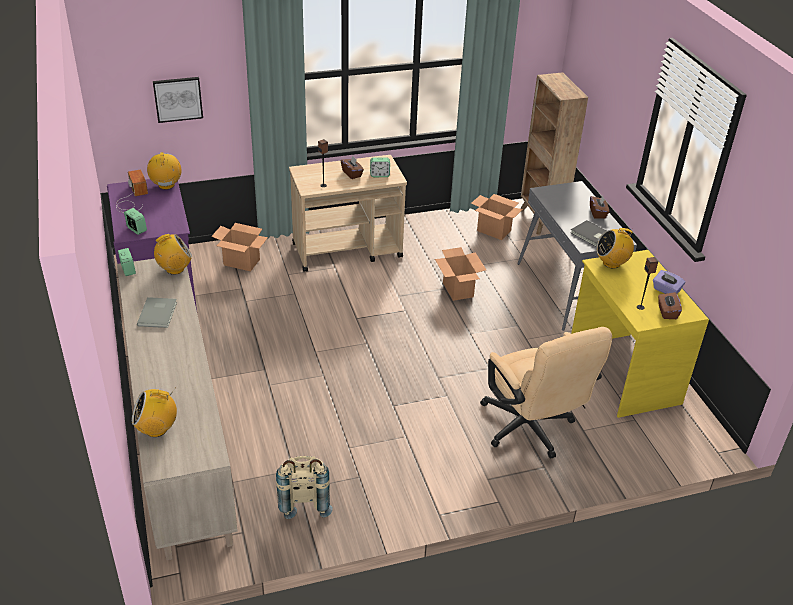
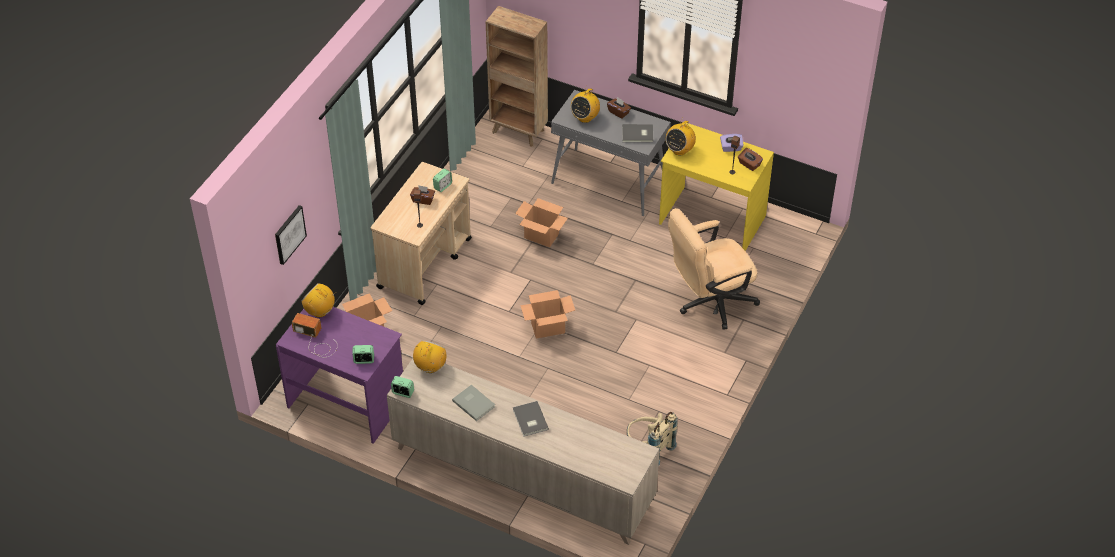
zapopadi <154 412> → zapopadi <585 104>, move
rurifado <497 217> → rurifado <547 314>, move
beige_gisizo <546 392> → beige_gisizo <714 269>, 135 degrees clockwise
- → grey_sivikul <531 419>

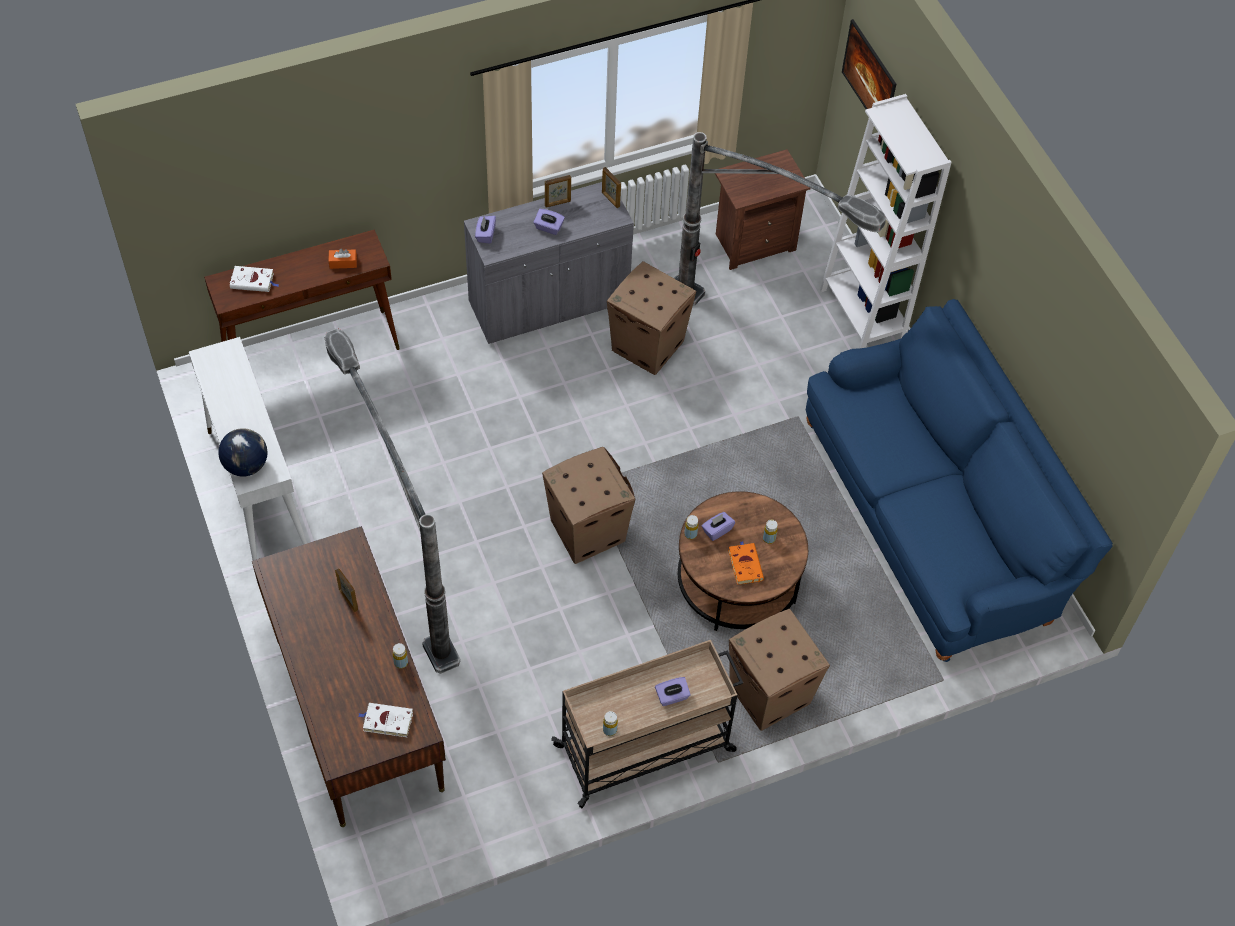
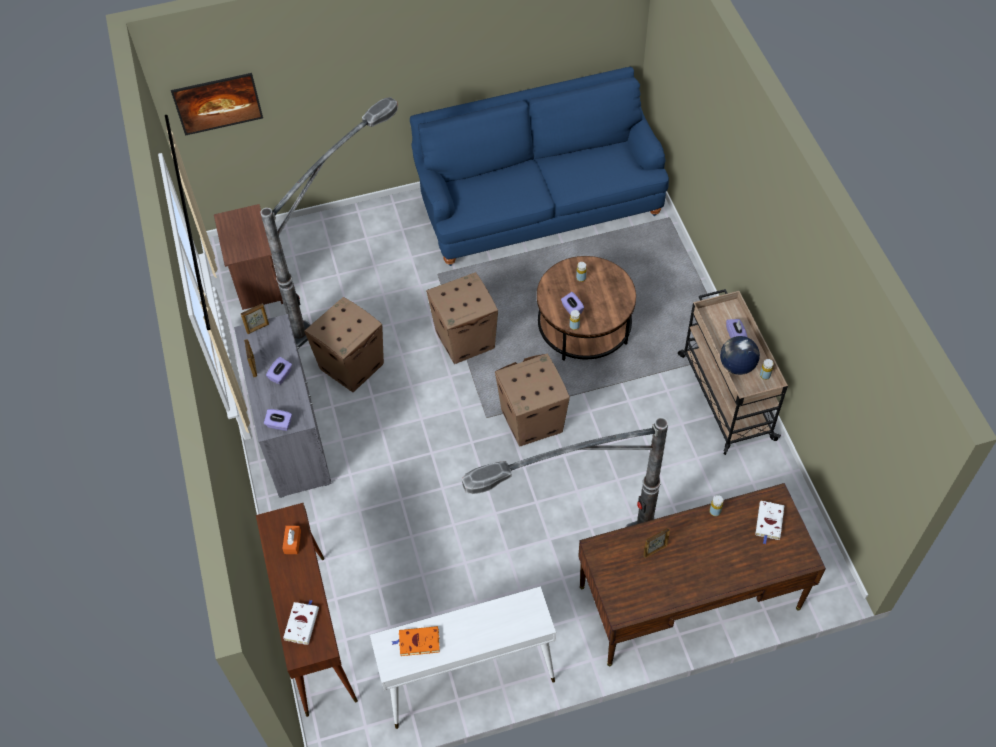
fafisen <242 452> → fafisen <740 355>, move
orange_sivikul <746 563> → orange_sivikul <416 641>, move
rurifado <779 669> → rurifado <462 318>, move
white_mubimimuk <885 221> → -

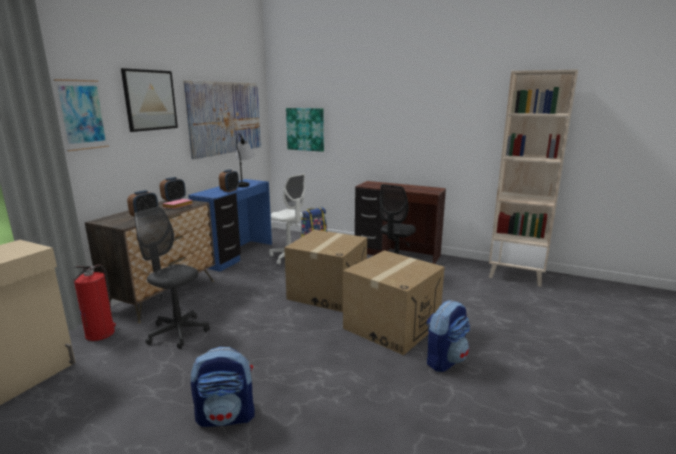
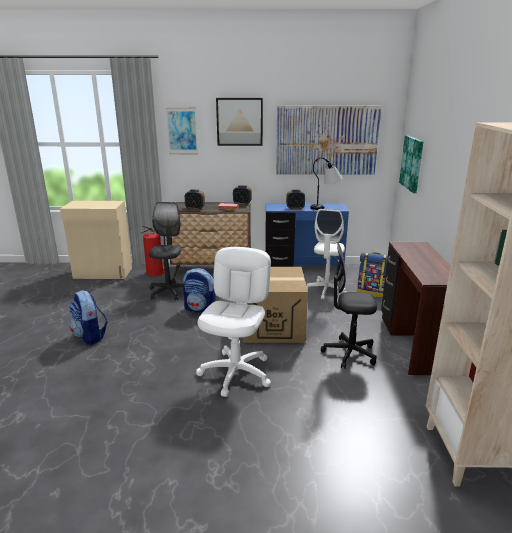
rurifado <394 302> → white_gisizo <233 322>
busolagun <448 336> → busolagun <199 290>, move

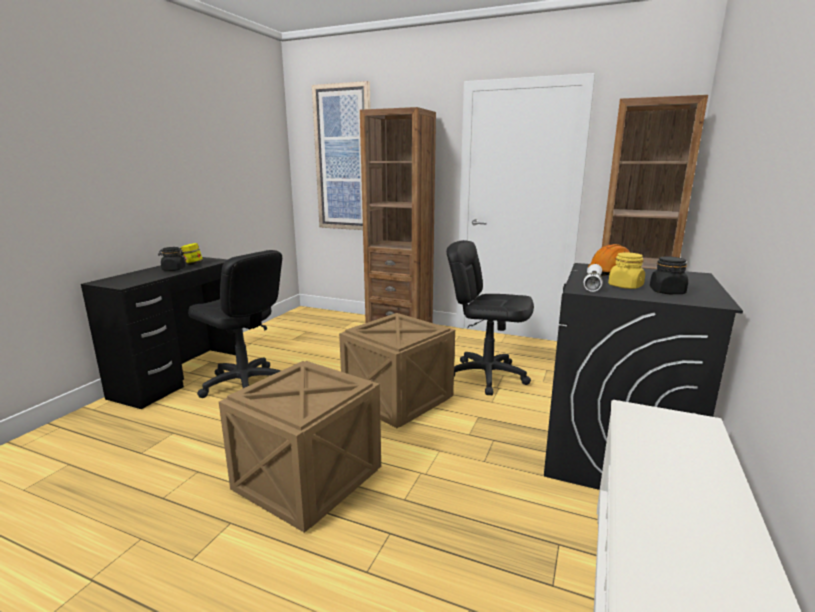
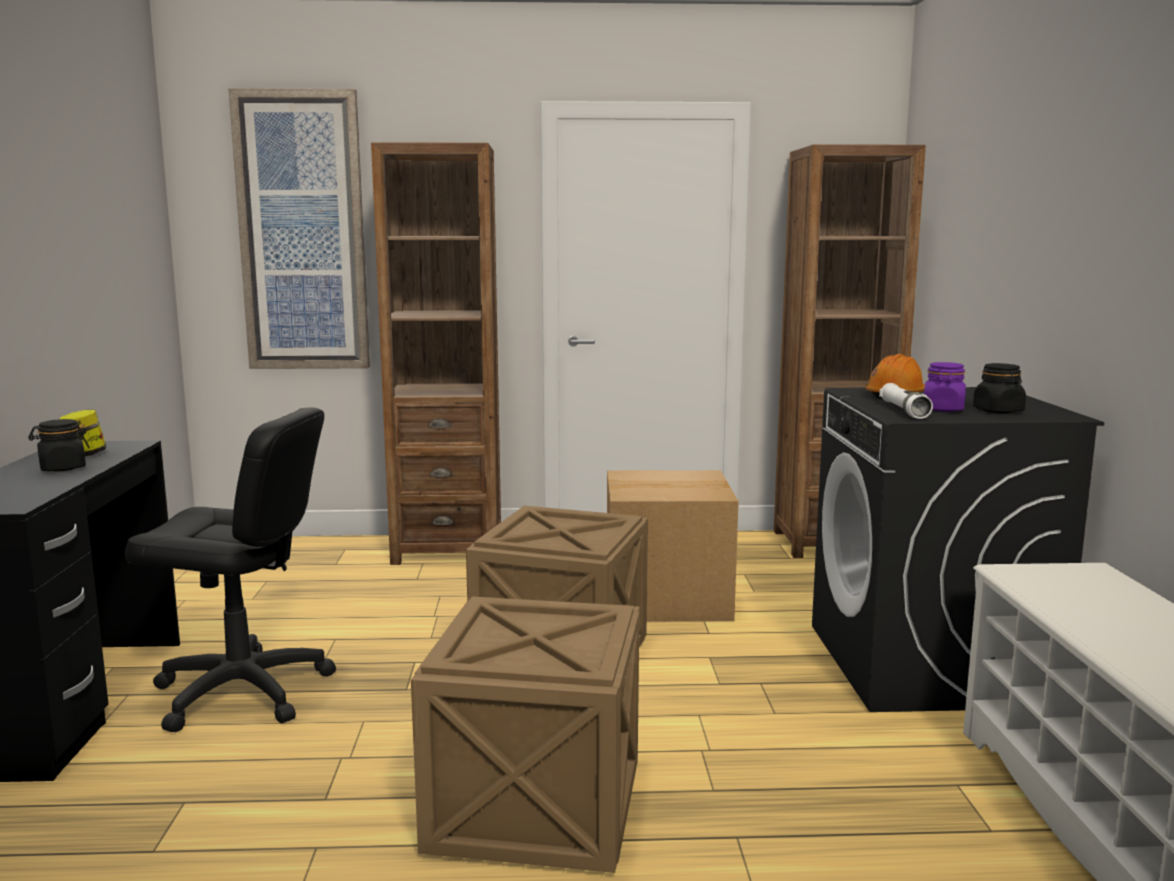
black_gisizo <490 317> → rurifado <673 546>
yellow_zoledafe <626 270> → purple_zoledafe <945 387>

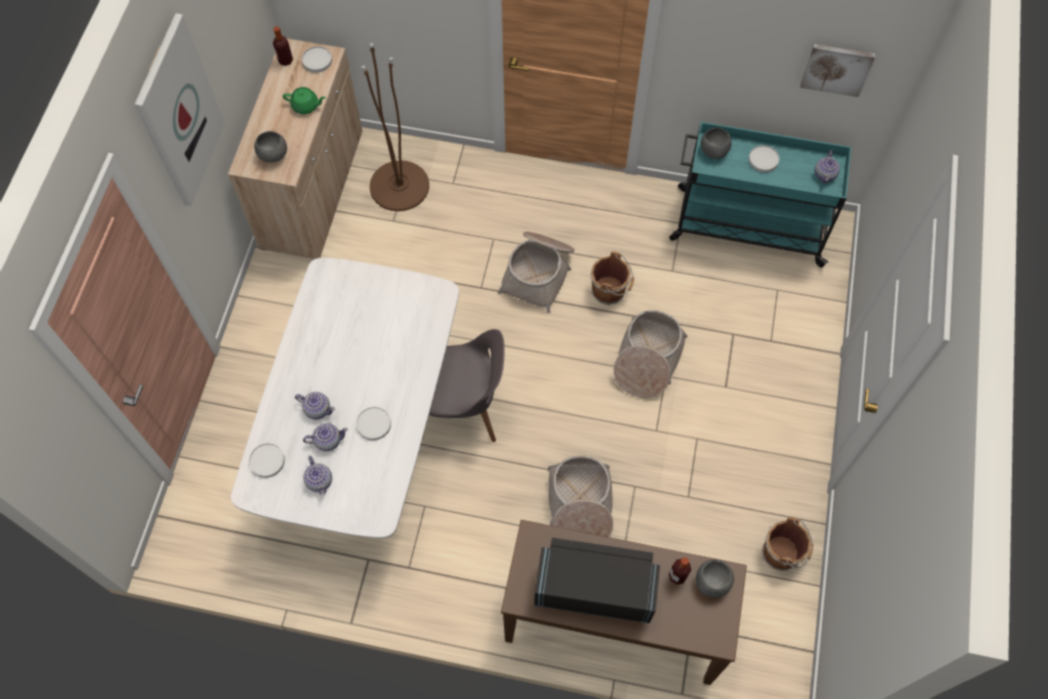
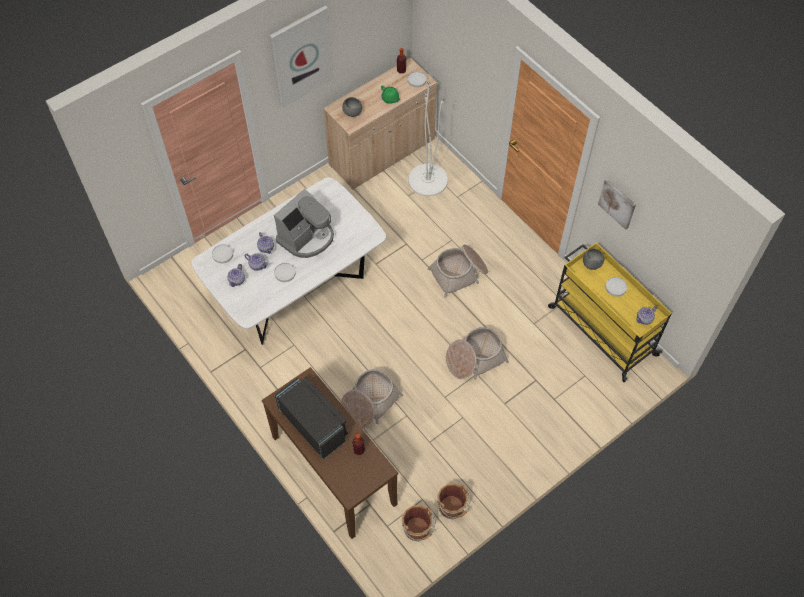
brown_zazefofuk <395 127> → white_zazefofuk <428 138>
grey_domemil <464 385> → -
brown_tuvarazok <612 278> → brown_tuvarazok <418 523>, move
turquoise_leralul <760 194> → yellow_leralul <610 312>
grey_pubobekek <715 578> → -
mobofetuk <837 70> → mobofetuk <617 204>, move
- → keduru <304 223>

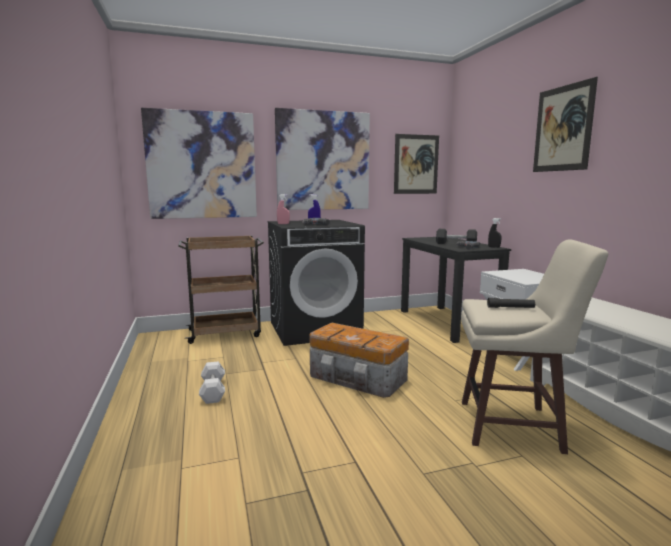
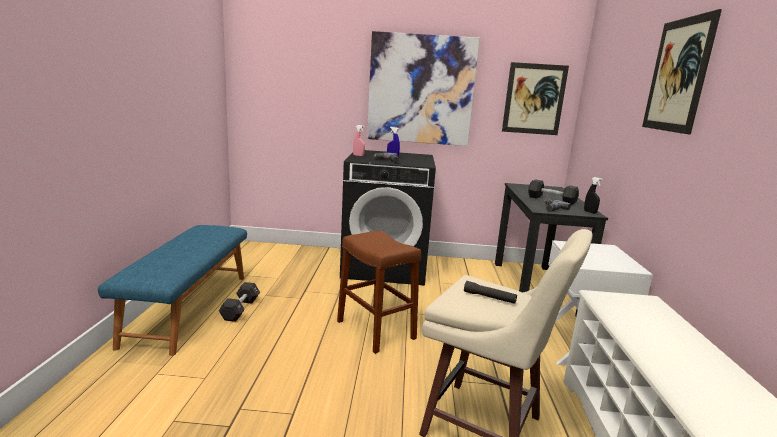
mobofetuk <199 163> → -
brown_leralul <221 290> → -
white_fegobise <212 382> → black_fegobise <239 302>
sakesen <359 360> → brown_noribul <379 292>
- → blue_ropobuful <172 290>

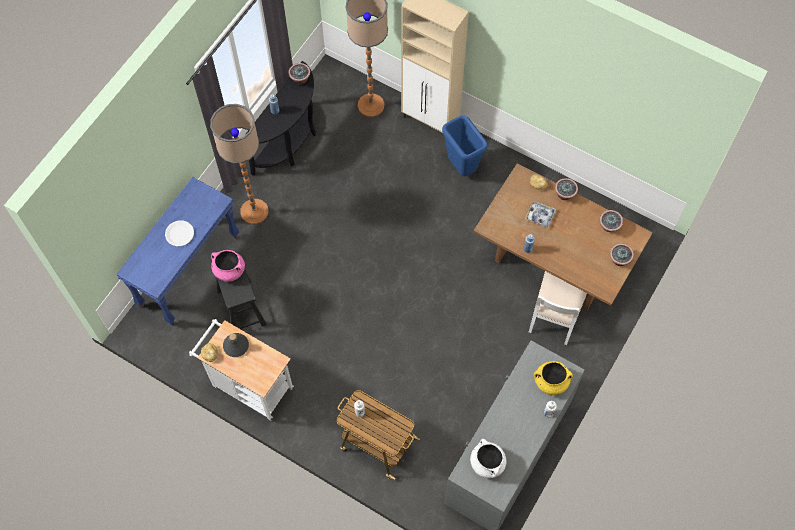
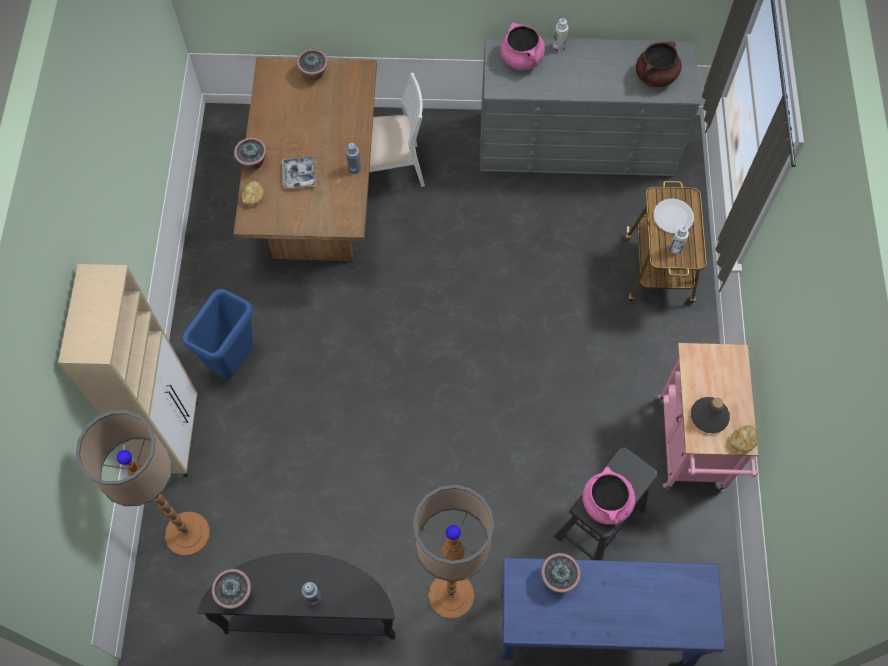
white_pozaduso <179 233> → white_pozaduso <673 216>, move
white_leralul <241 370> → pink_leralul <707 417>
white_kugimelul <488 458> → brown_kugimelul <659 64>
yellow_kugimelul <553 378> → pink_kugimelul <522 46>
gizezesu <611 221> → gizezesu <561 573>, move

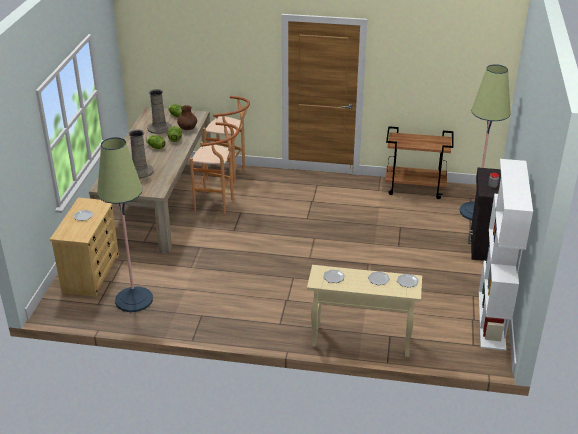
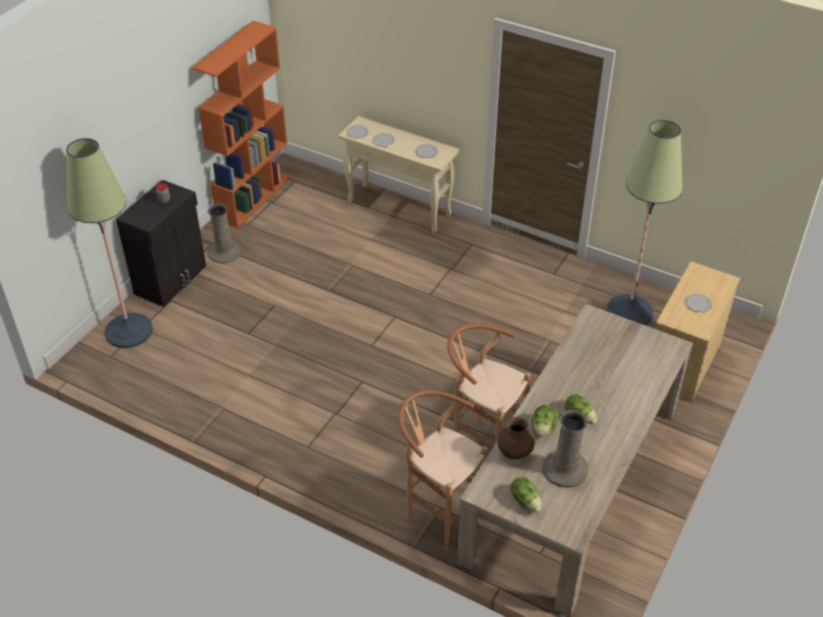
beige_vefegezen <141 154> → beige_vefegezen <225 233>, move
brown_leralul <419 162> → -
white_mubimimuk <506 255> → orange_mubimimuk <241 124>

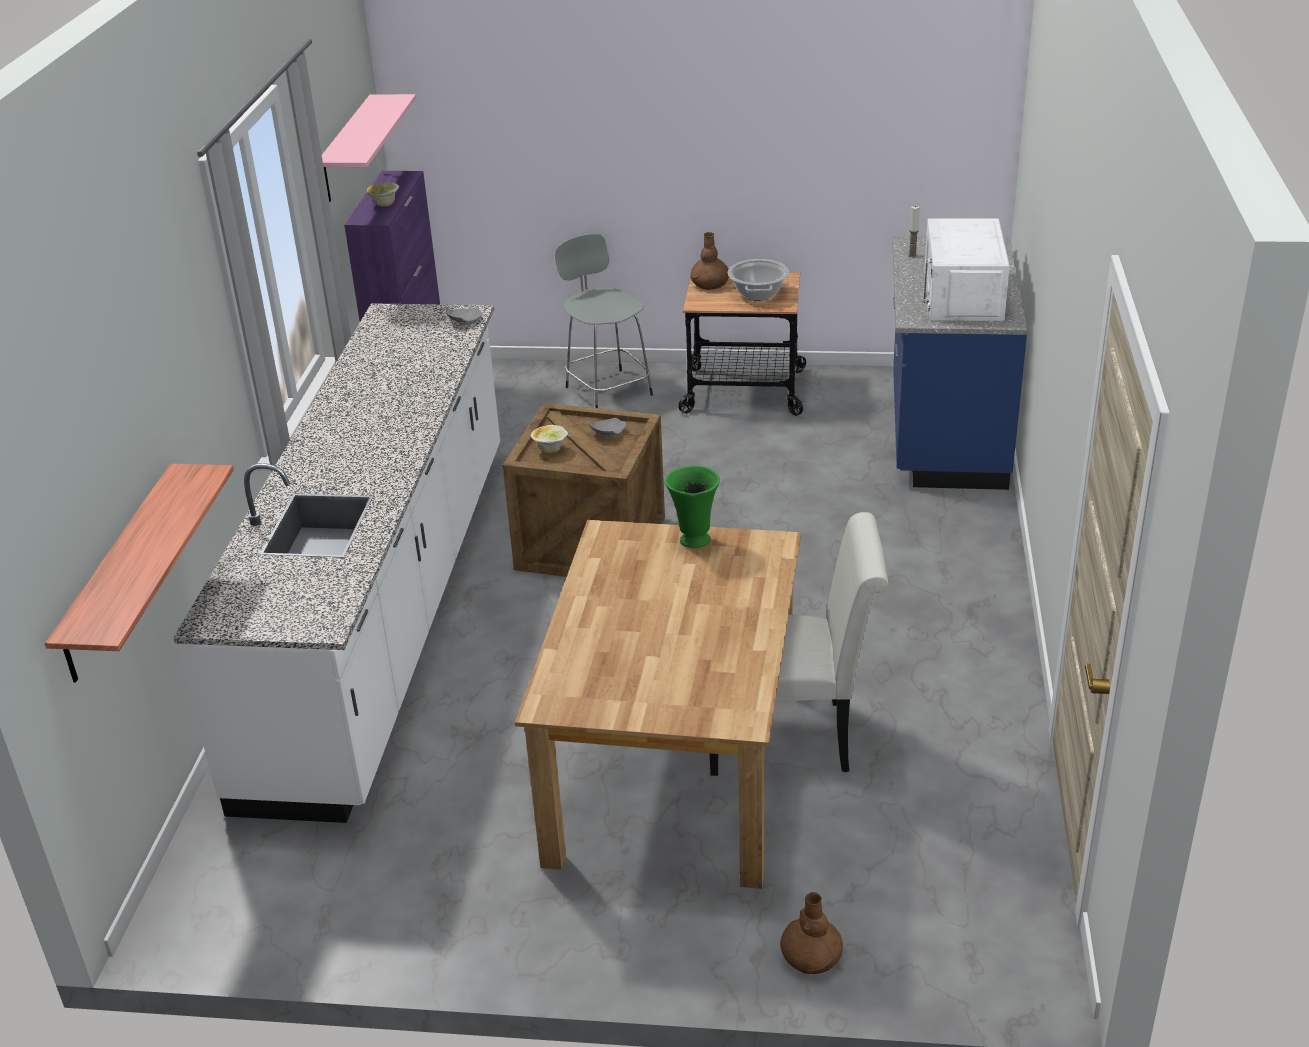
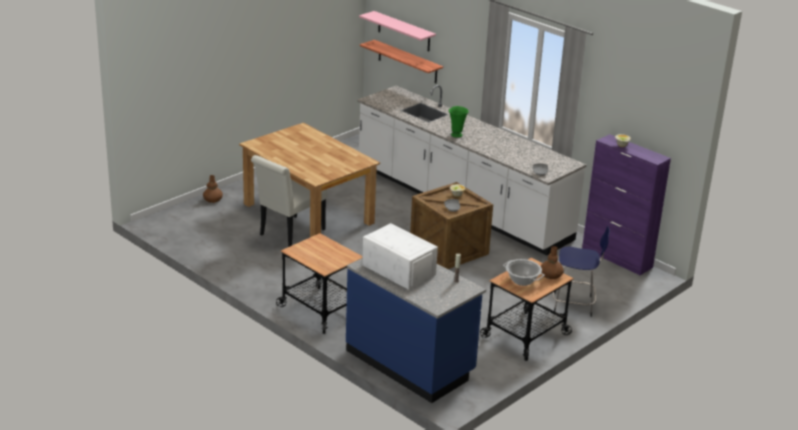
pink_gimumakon <369 148> → pink_gimumakon <397 31>, move
grey_noribul <604 321> → blue_noribul <581 271>
green_vefegezen <692 507> → green_vefegezen <459 122>, move
- → leralul <319 283>

